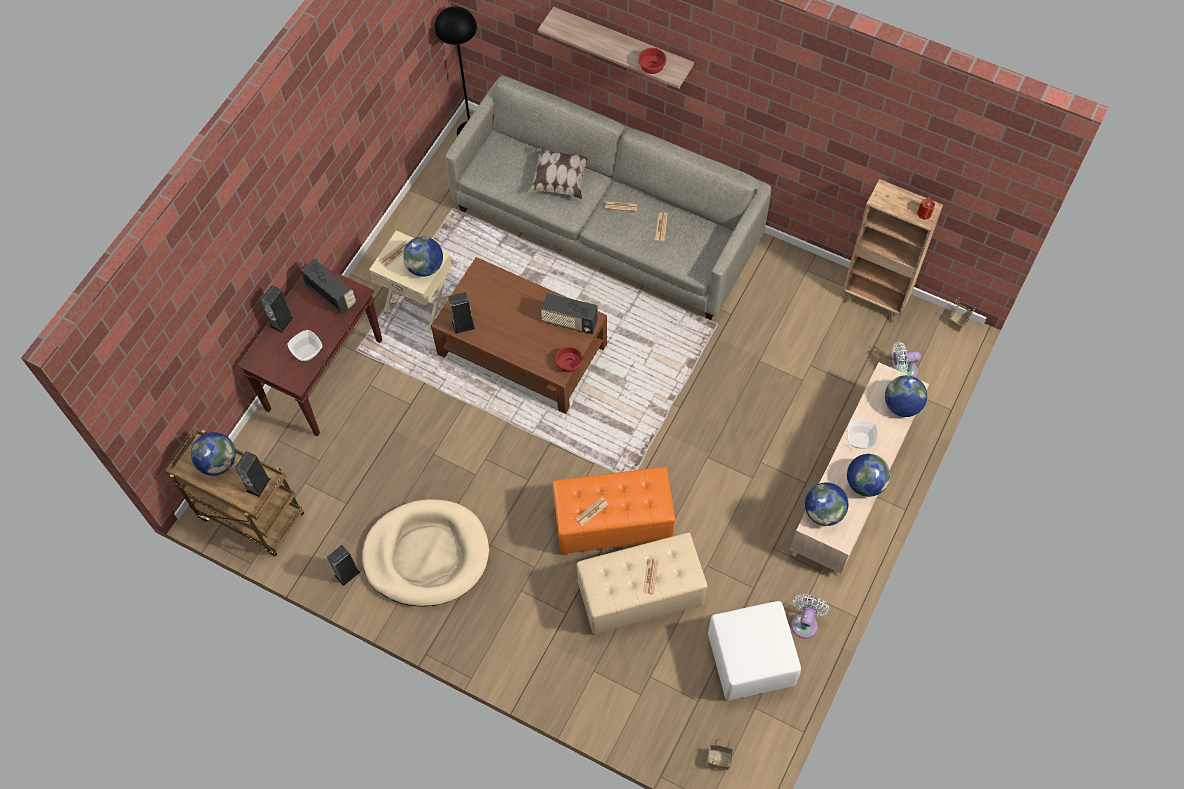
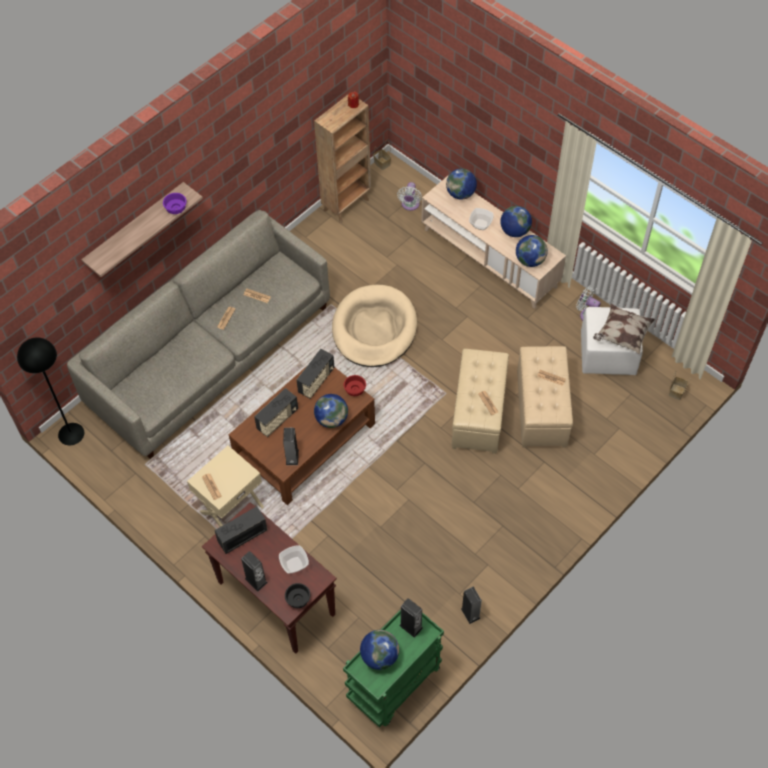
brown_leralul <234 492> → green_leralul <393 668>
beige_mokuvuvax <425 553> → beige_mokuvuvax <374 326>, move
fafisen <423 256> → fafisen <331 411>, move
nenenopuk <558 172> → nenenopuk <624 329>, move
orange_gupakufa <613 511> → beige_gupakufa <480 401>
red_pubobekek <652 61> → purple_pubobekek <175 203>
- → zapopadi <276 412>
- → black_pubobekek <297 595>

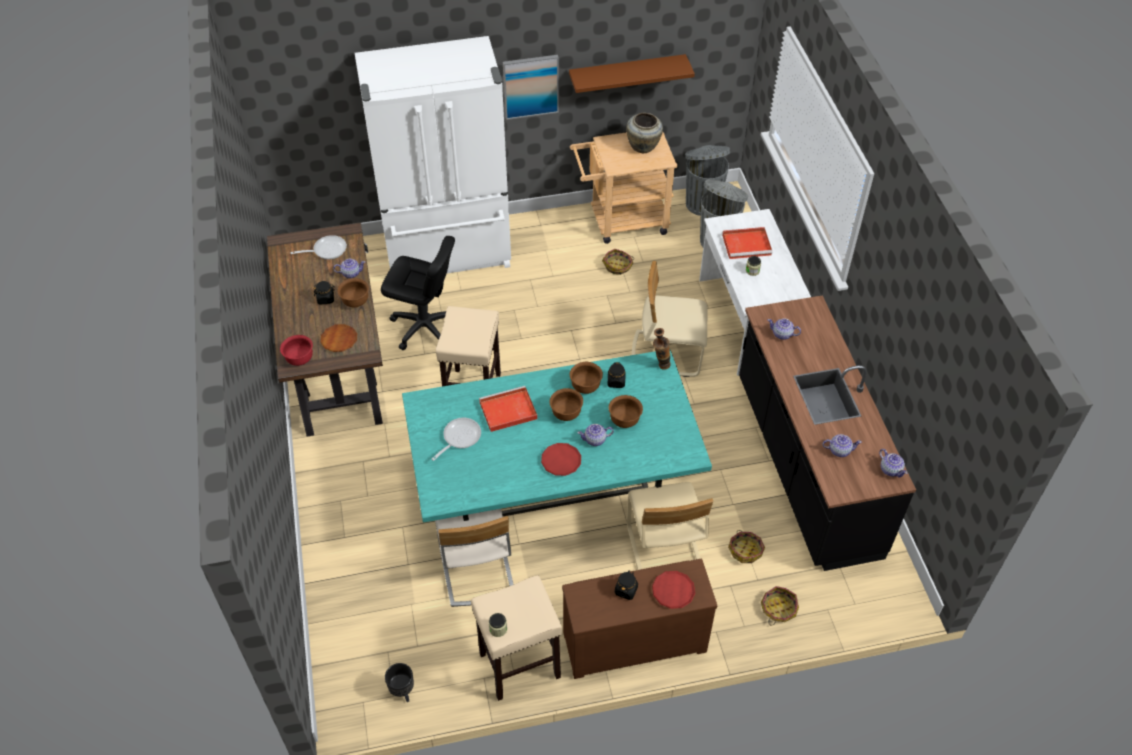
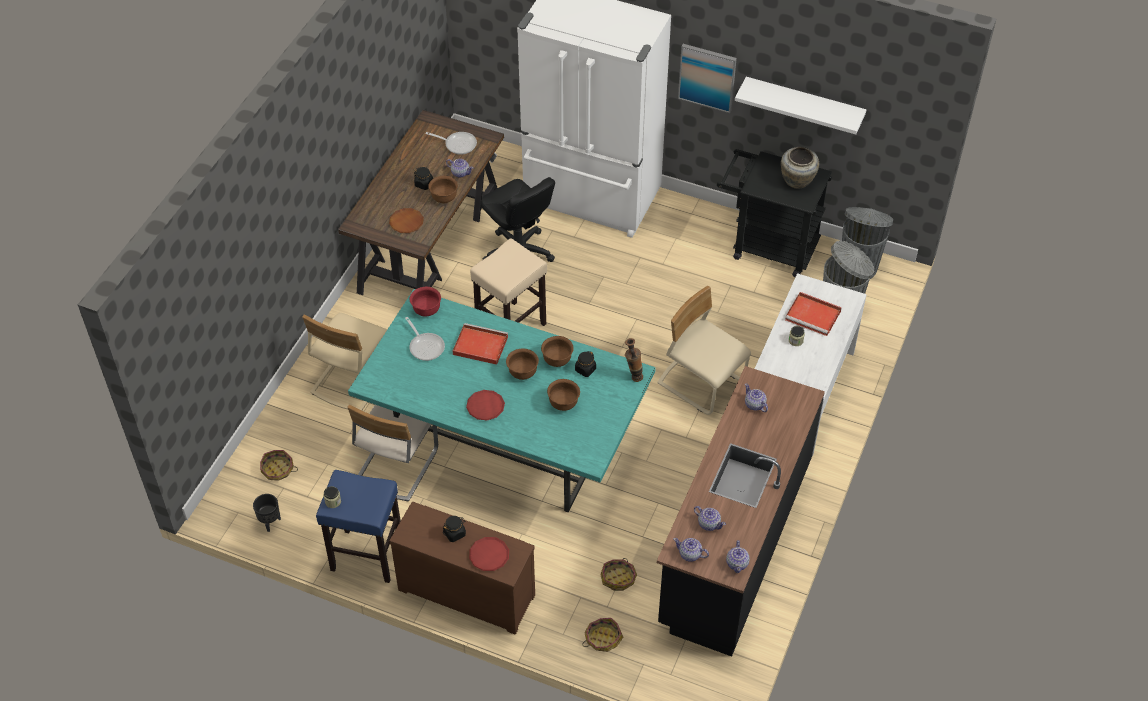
red_pubobekek <296 350> → red_pubobekek <425 302>, move
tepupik <456 439> → tepupik <425 339>, 75 degrees clockwise
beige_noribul <516 638> → blue_noribul <358 526>
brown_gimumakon <632 73> → white_gimumakon <800 105>
beige_leralul <623 188> → black_leralul <774 213>
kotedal <595 435> → kotedal <691 550>, move
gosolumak <618 262> → gosolumak <279 465>, move
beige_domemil <670 526> → beige_domemil <344 361>, move

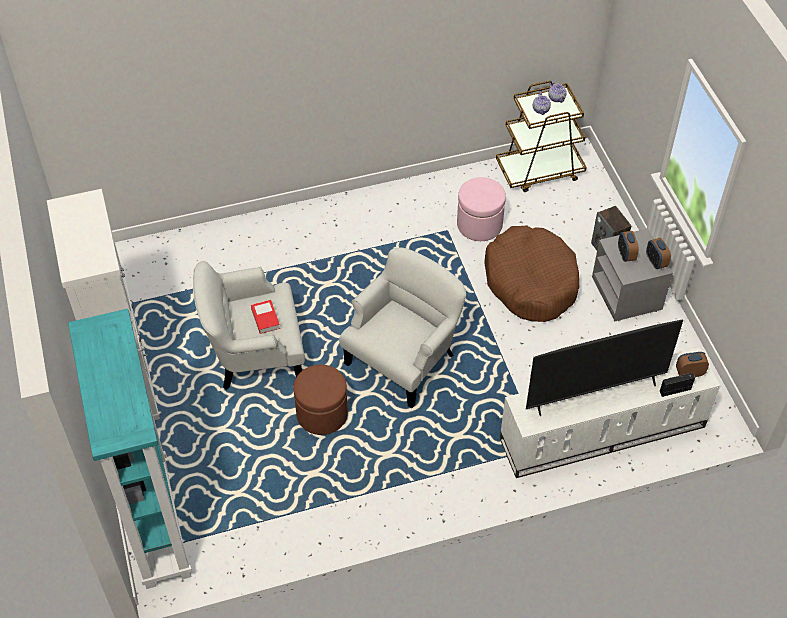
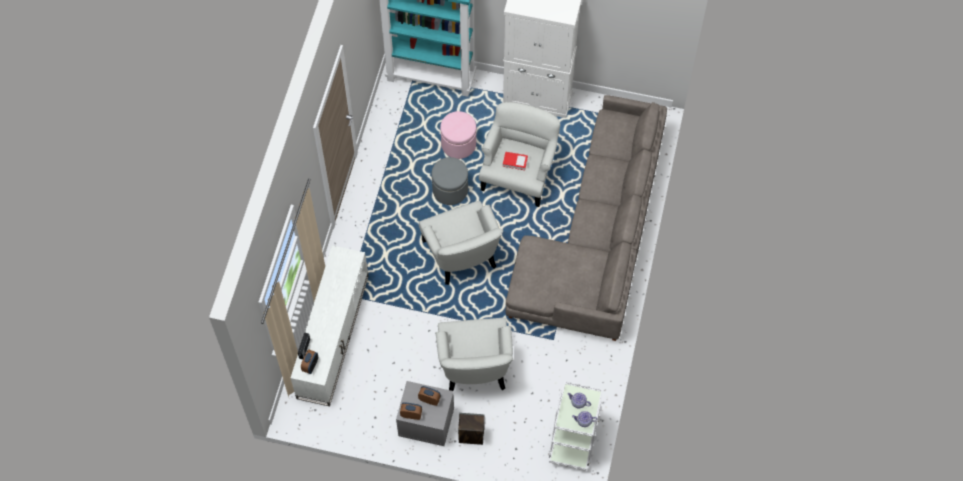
brown_gupakufa <320 400> → grey_gupakufa <449 181>
pink_gupakufa <481 209> → pink_gupakufa <458 135>, move
brown_mokuvuvax <531 273> → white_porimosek <474 354>
brown_leralul <541 136> → white_leralul <575 426>
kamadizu <604 368> → -
- → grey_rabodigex <586 218>

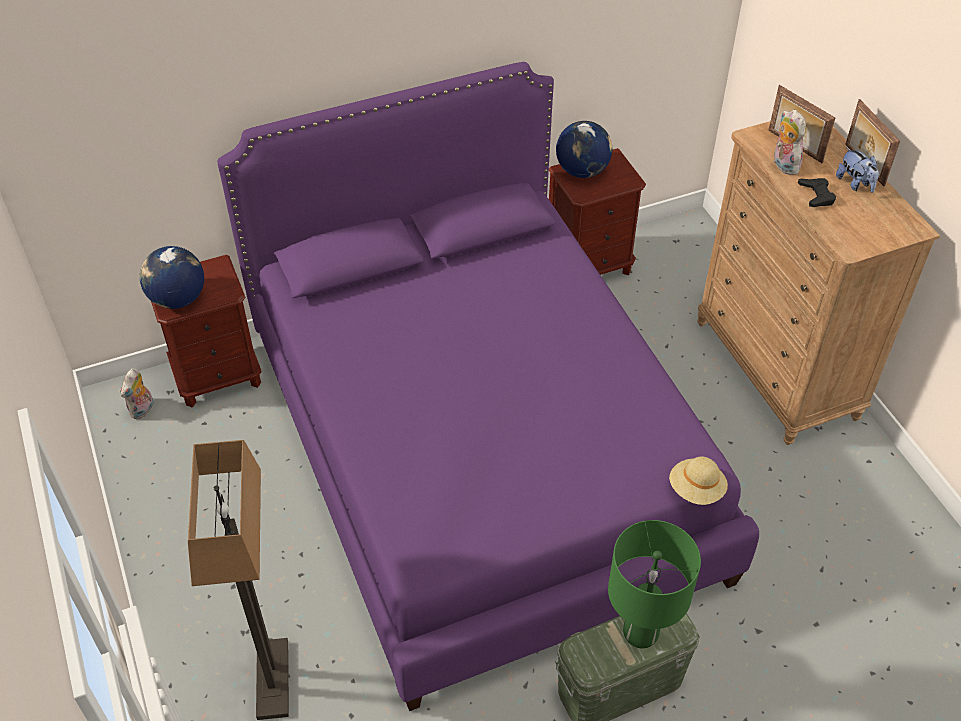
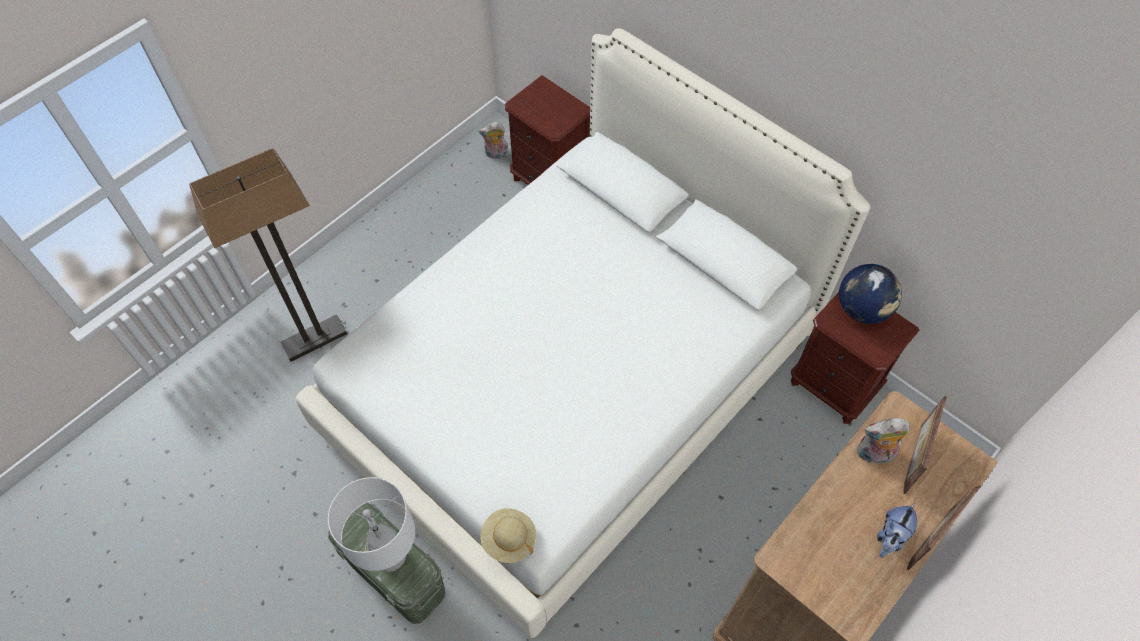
fafisen <172 277> → -
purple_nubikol <488 386> → white_nubikol <583 333>
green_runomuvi <654 584> → white_runomuvi <371 524>
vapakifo <790 142> → vapakifo <883 442>, 135 degrees counterclockwise
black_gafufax <817 192> → -

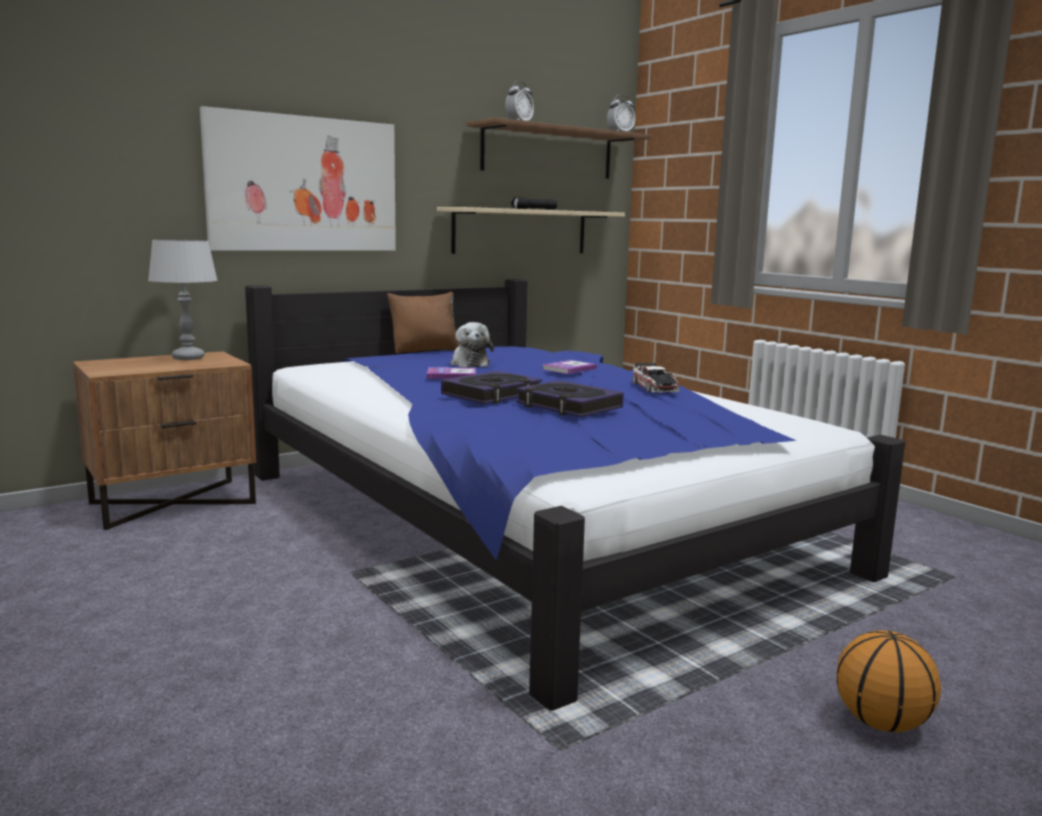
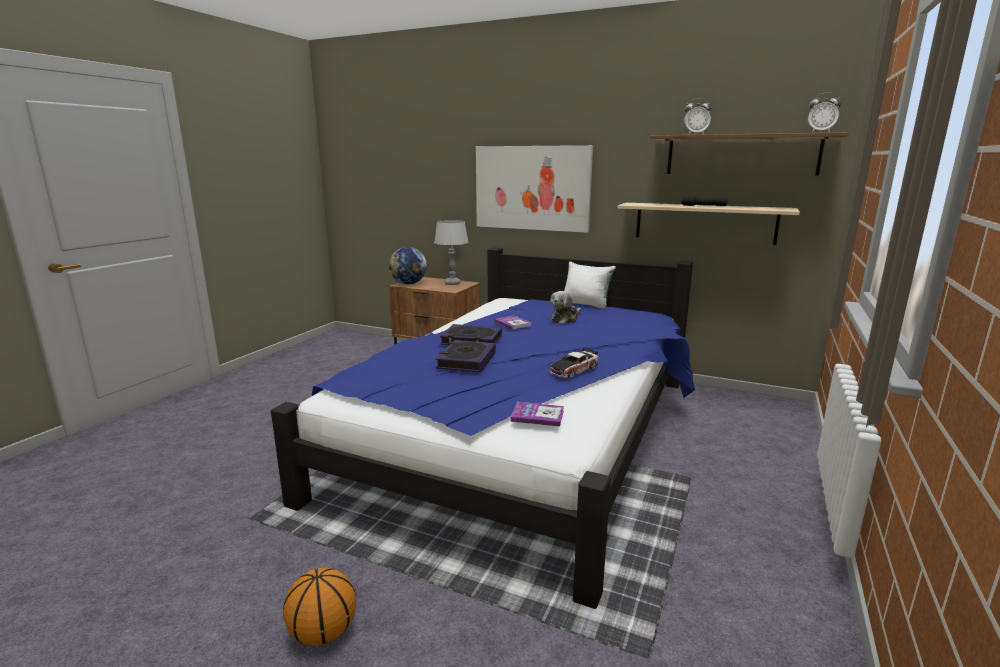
brown_nenenopuk <423 322> → white_nenenopuk <590 285>
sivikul <569 367> → sivikul <537 414>, move
- → fafisen <408 265>

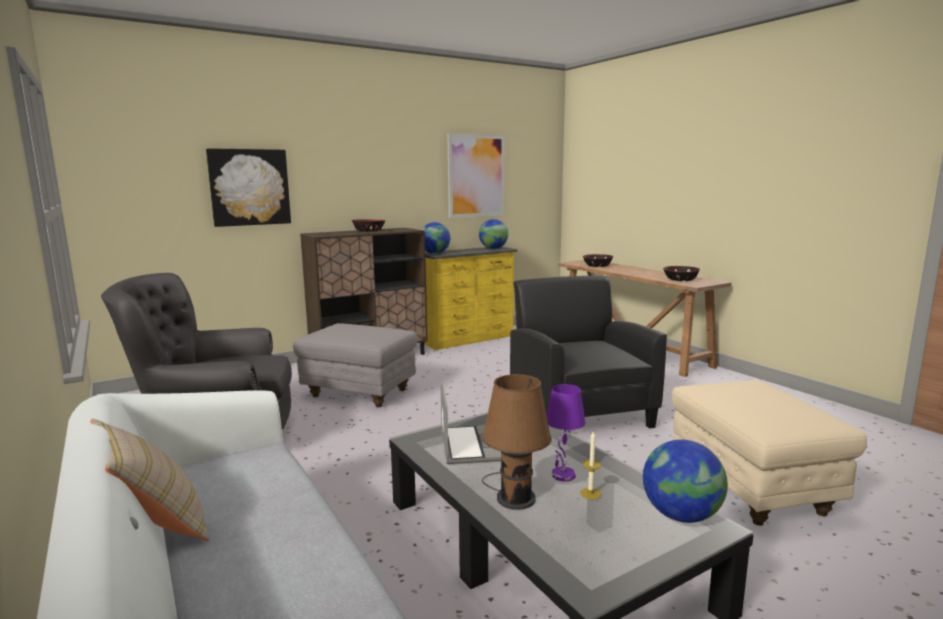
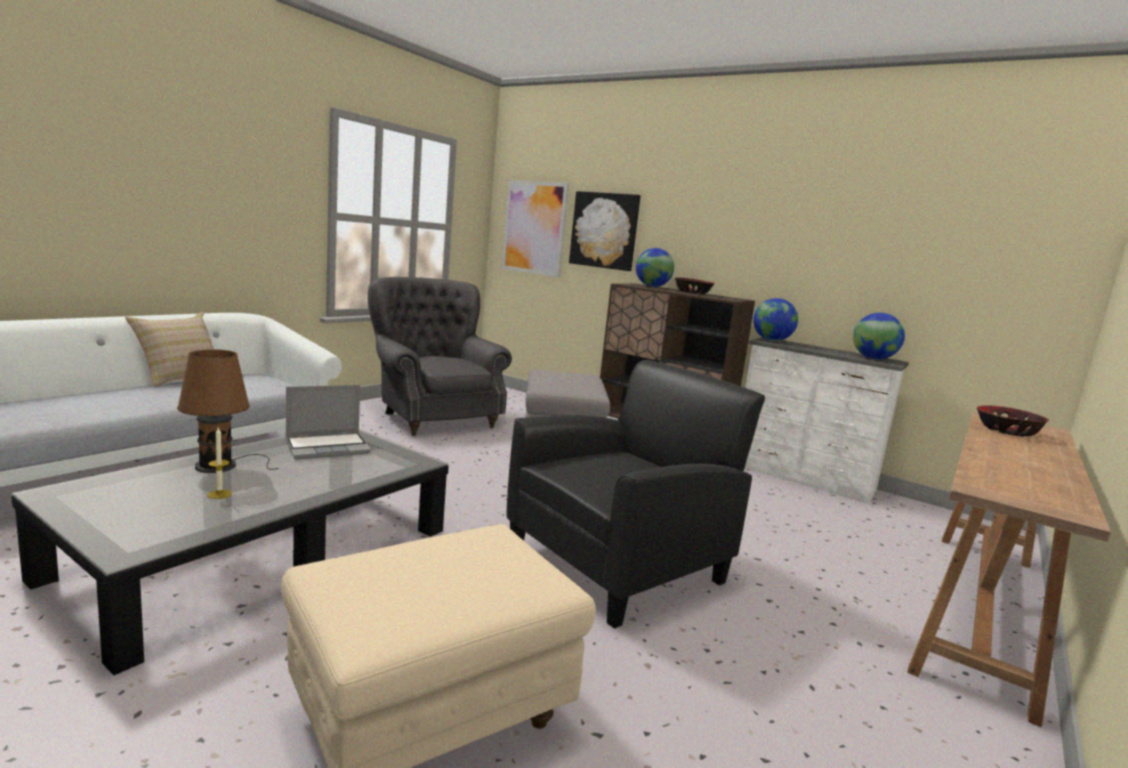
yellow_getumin <470 298> → white_getumin <827 420>
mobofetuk <476 176> → mobofetuk <535 228>, move
purple_runomuvi <565 433> → -
fafisen <685 481> → fafisen <655 267>, move
pubobekek <681 273> → -

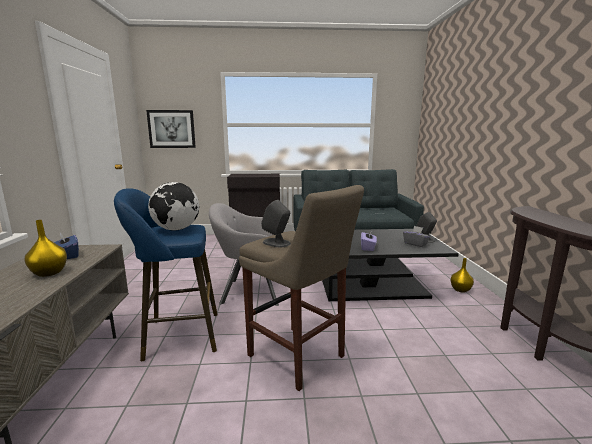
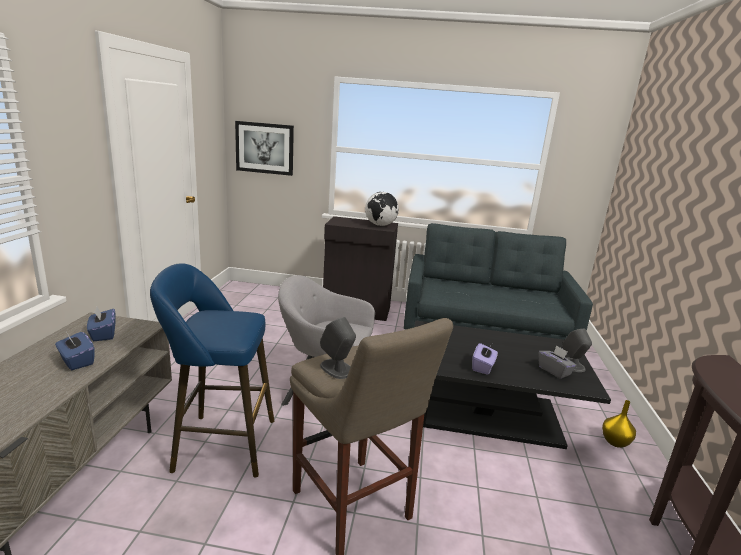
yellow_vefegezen <46 248> → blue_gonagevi <75 351>
fafisen <173 206> → fafisen <382 209>, move

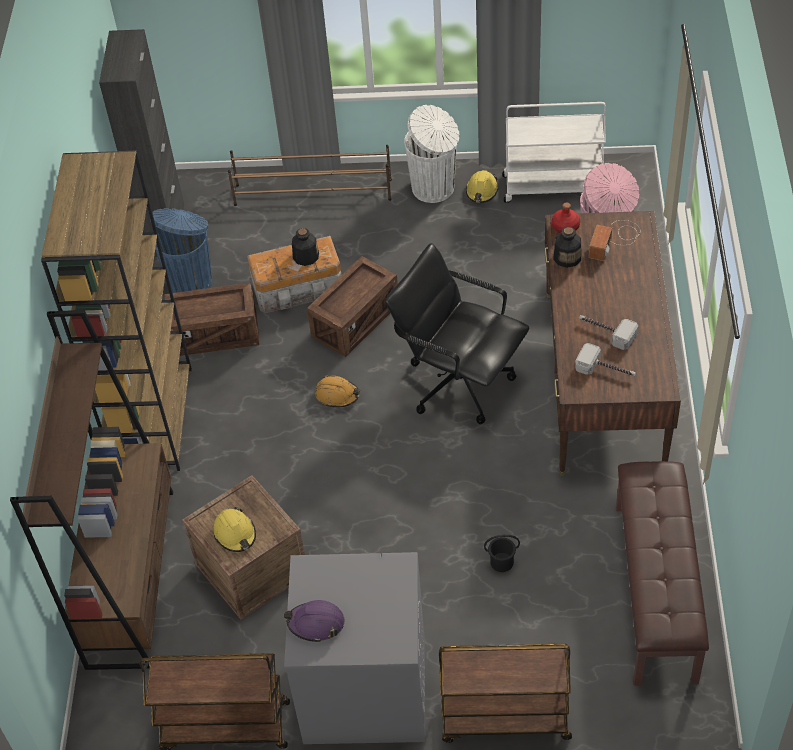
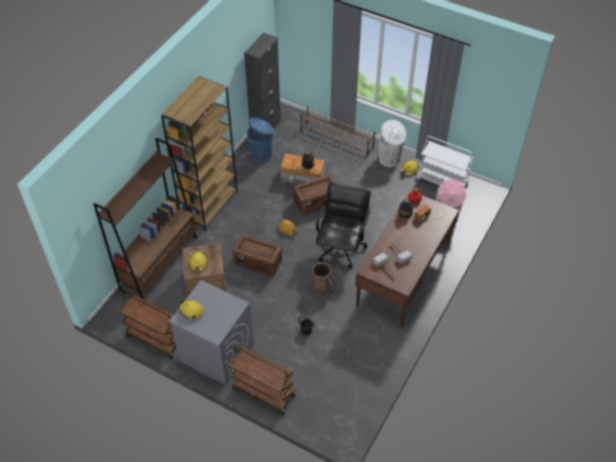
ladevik <212 319> → ladevik <257 255>, move
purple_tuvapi <314 621> → yellow_tuvapi <191 309>
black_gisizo <457 334> → black_gisizo <343 225>, 45 degrees clockwise
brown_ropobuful <662 573> → -
- → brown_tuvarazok <323 279>

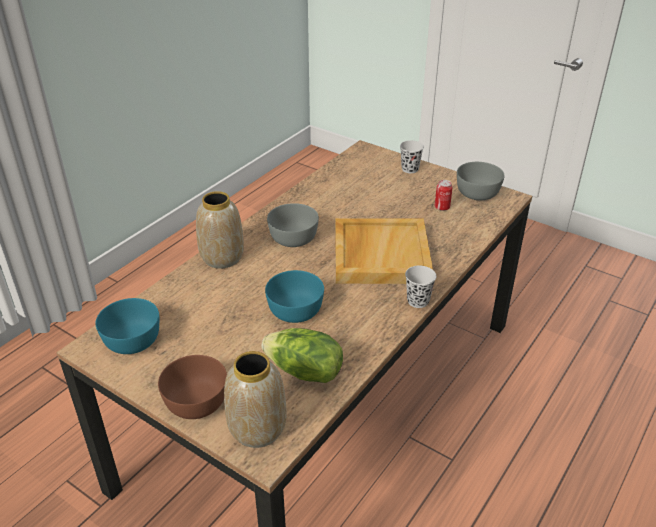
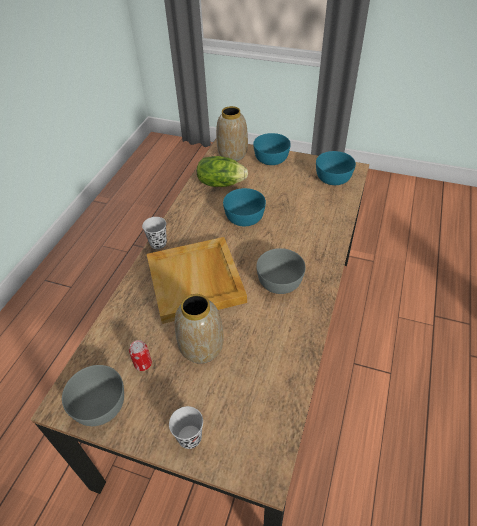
brown_pubobekek <192 387> → turquoise_pubobekek <272 149>
vefegezen <220 230> → vefegezen <199 329>, move

